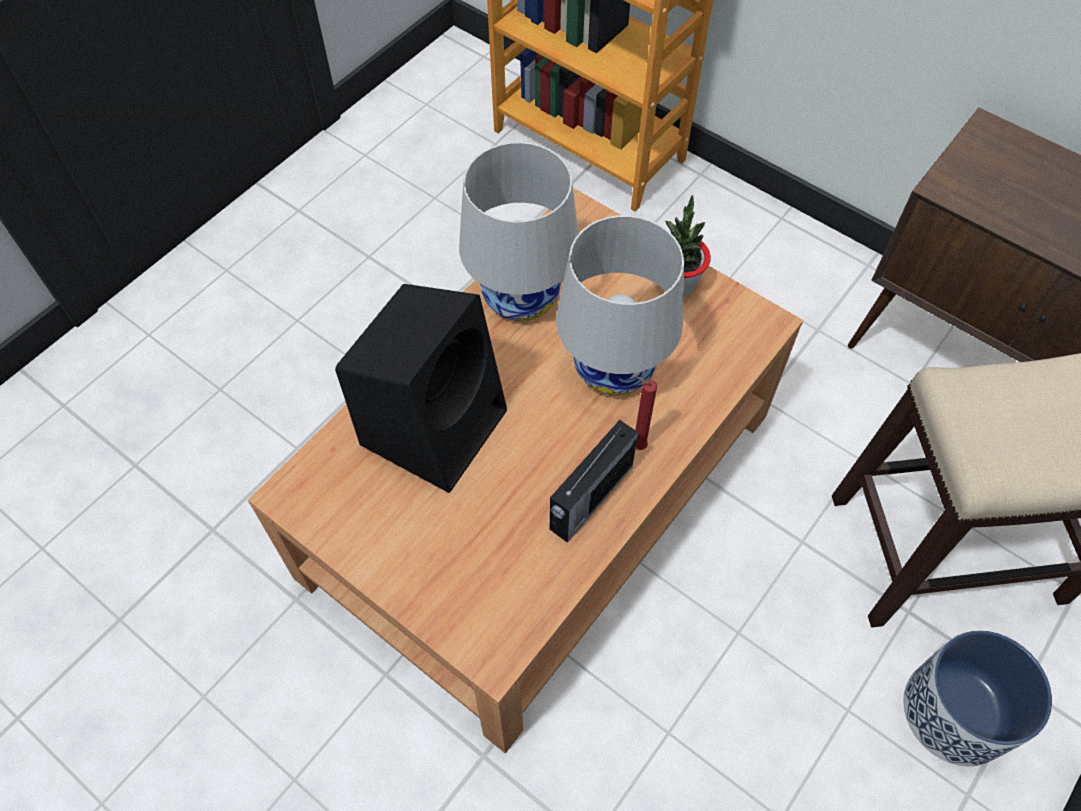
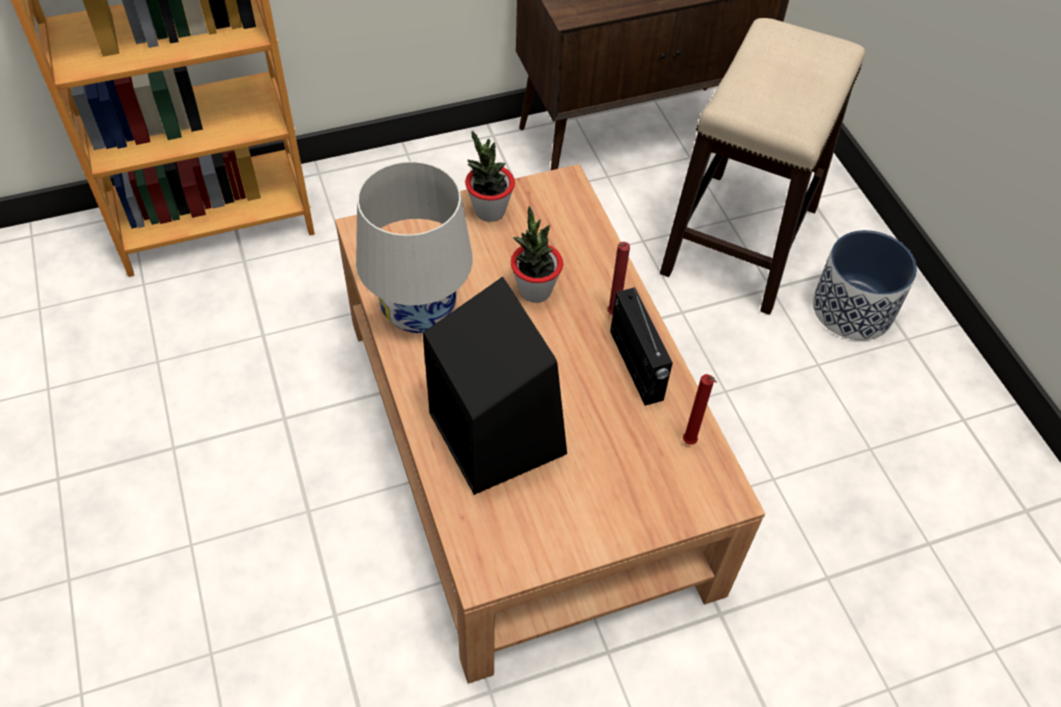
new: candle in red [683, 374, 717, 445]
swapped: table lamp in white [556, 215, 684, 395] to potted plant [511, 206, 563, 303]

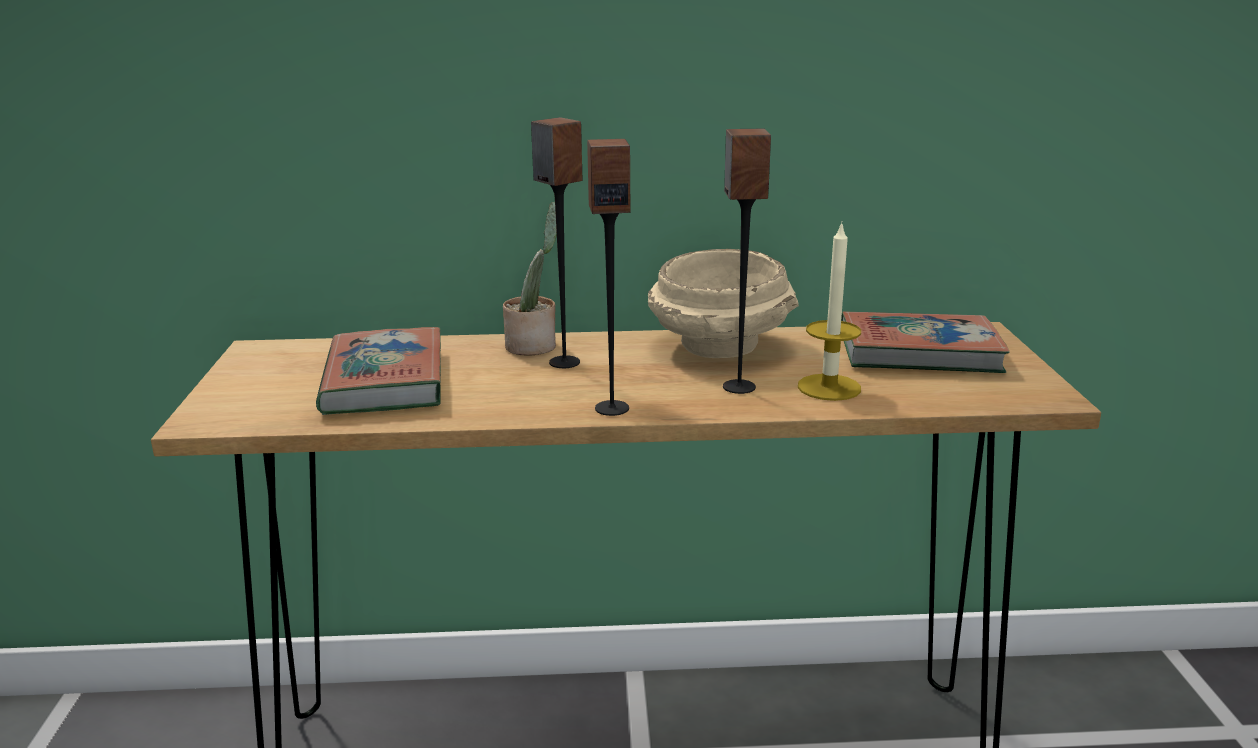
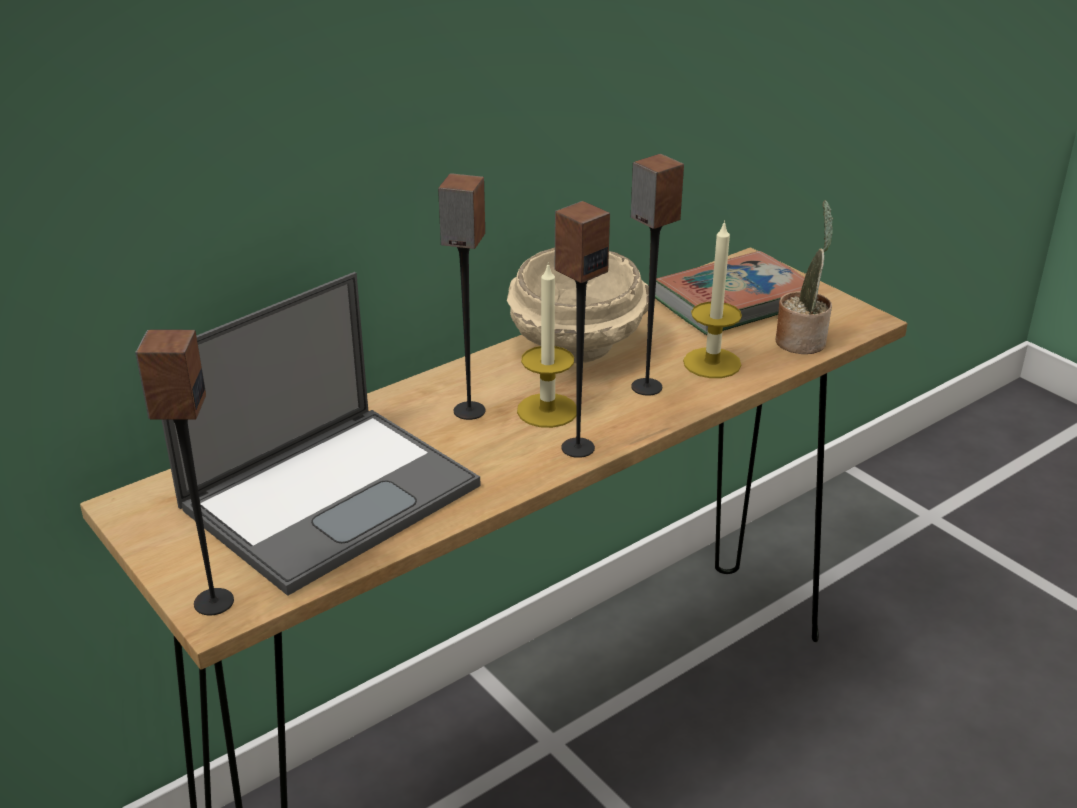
new: speaker [135, 330, 234, 615]; candle [517, 262, 577, 428]
shifted: potted plant [503, 202, 557, 355] to [776, 200, 833, 354]
swapped: book [316, 327, 441, 415] to laptop [161, 272, 481, 596]

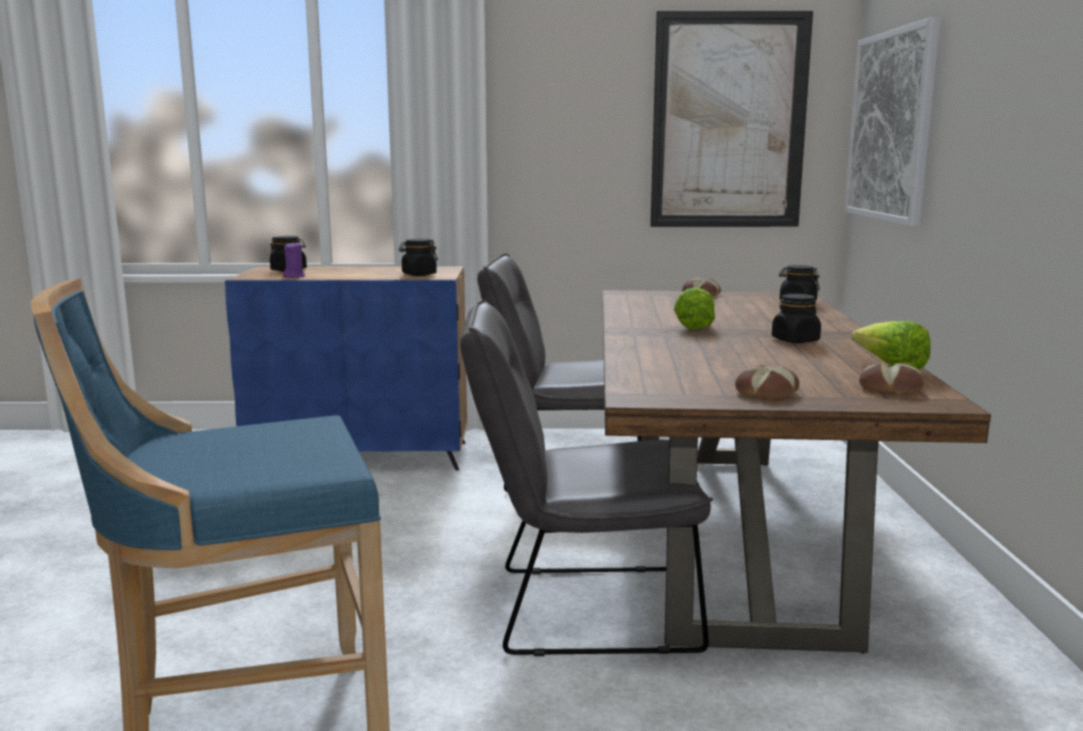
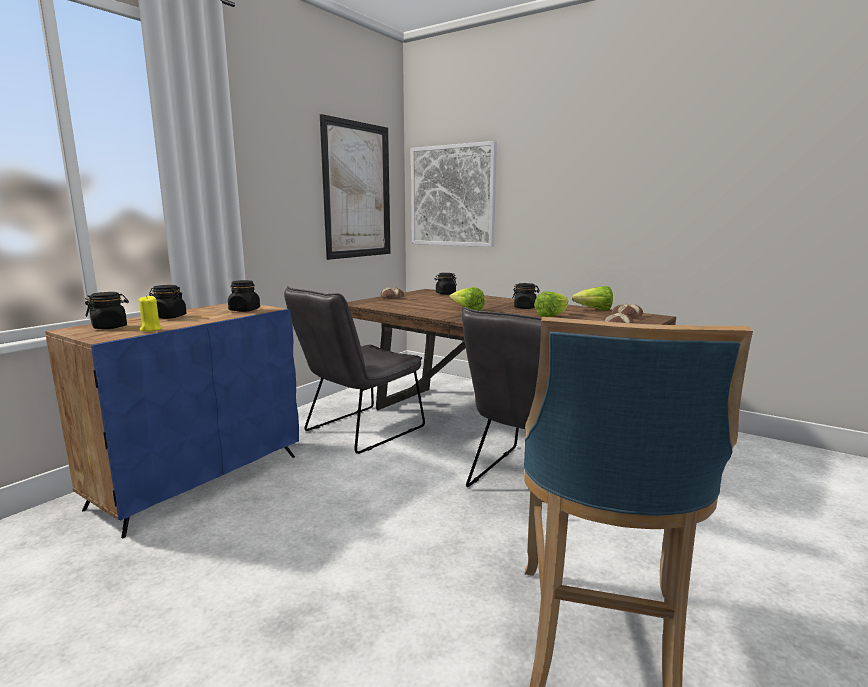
new: jar in black [149, 285, 187, 319]; lettuce [534, 291, 568, 317]
repainted: candle in purple [283, 241, 305, 278] to candle in yellow [139, 295, 162, 331]

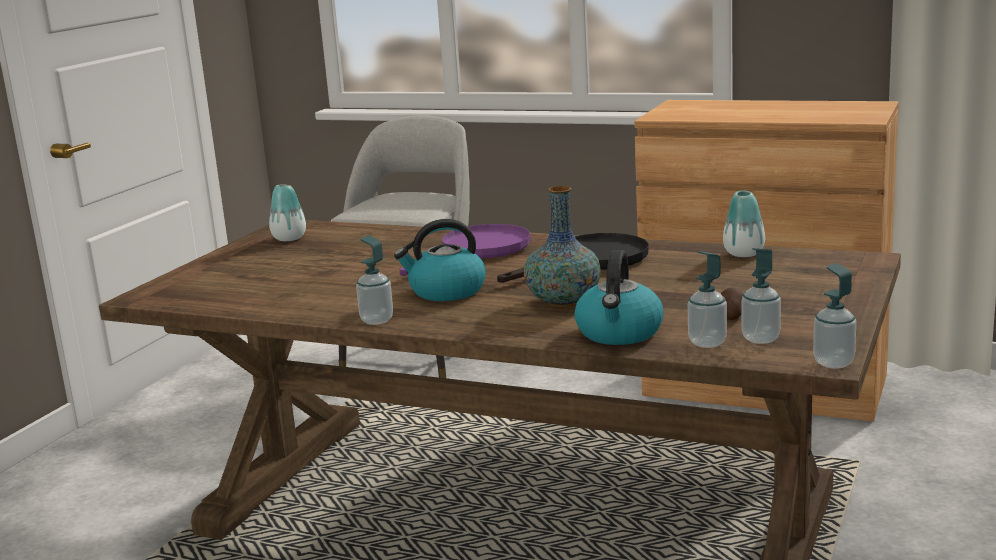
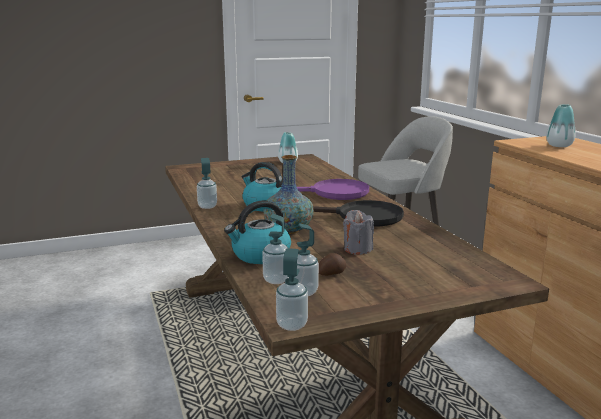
new: candle in grey [343, 210, 374, 255]
shifted: vase [723, 190, 765, 257] to [546, 104, 576, 147]

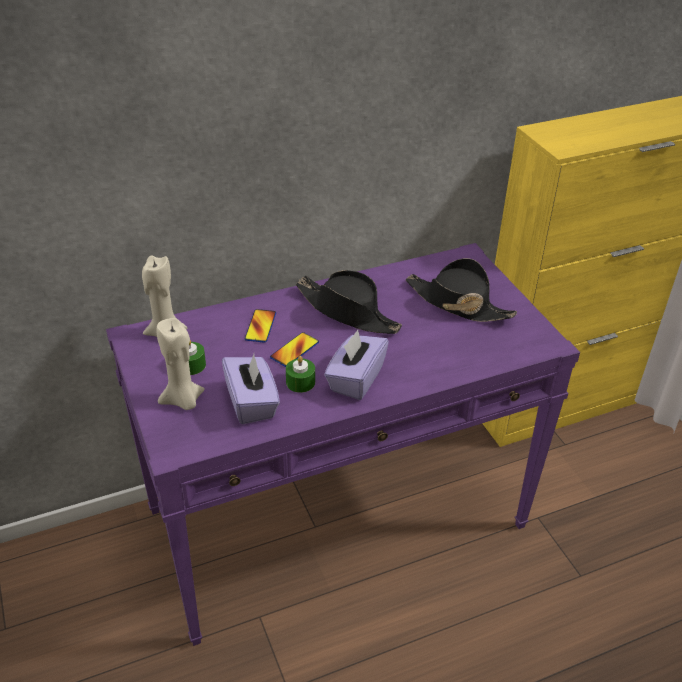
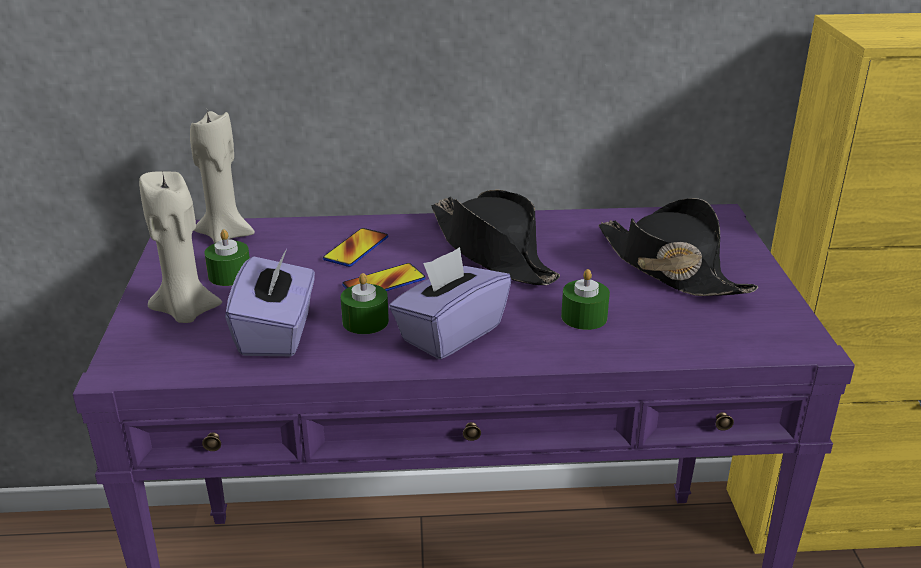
new: candle in green [561, 269, 610, 330]

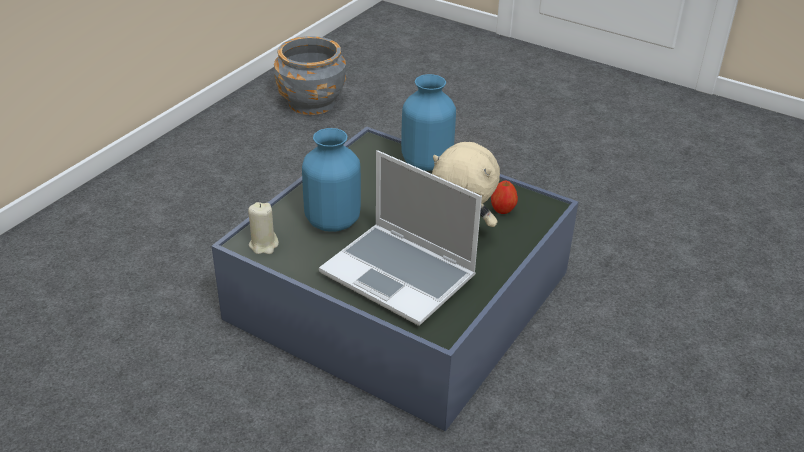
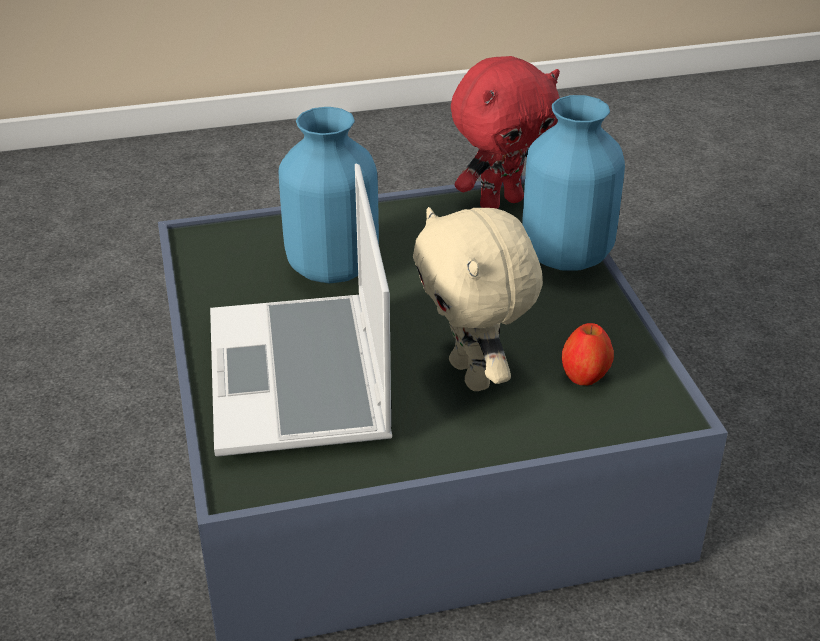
gone: candle in beige [248, 202, 279, 254]; planter in grey [274, 36, 347, 115]
new: plush toy in red [451, 56, 560, 209]

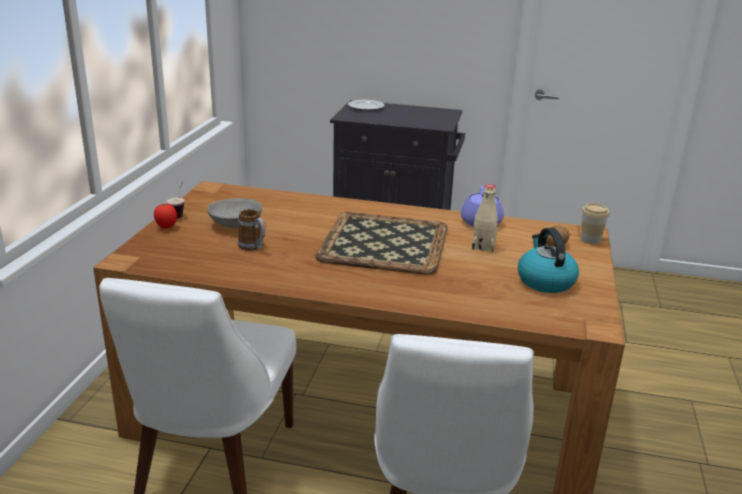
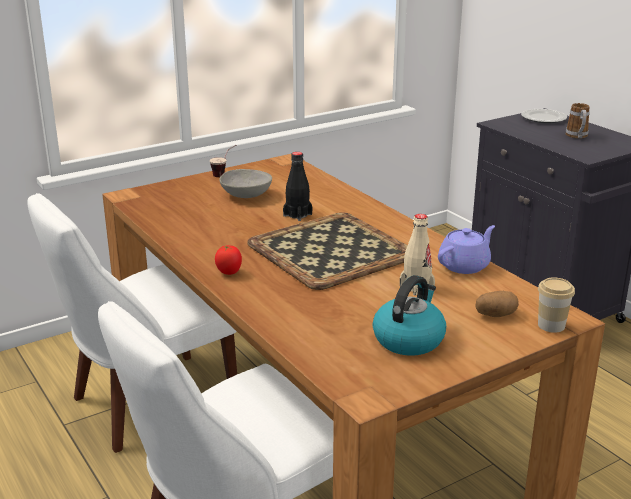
new: bottle in black [283, 152, 313, 221]
shifted: tomato [154, 204, 177, 229] to [215, 245, 242, 275]; mug [238, 209, 265, 251] to [566, 103, 590, 139]

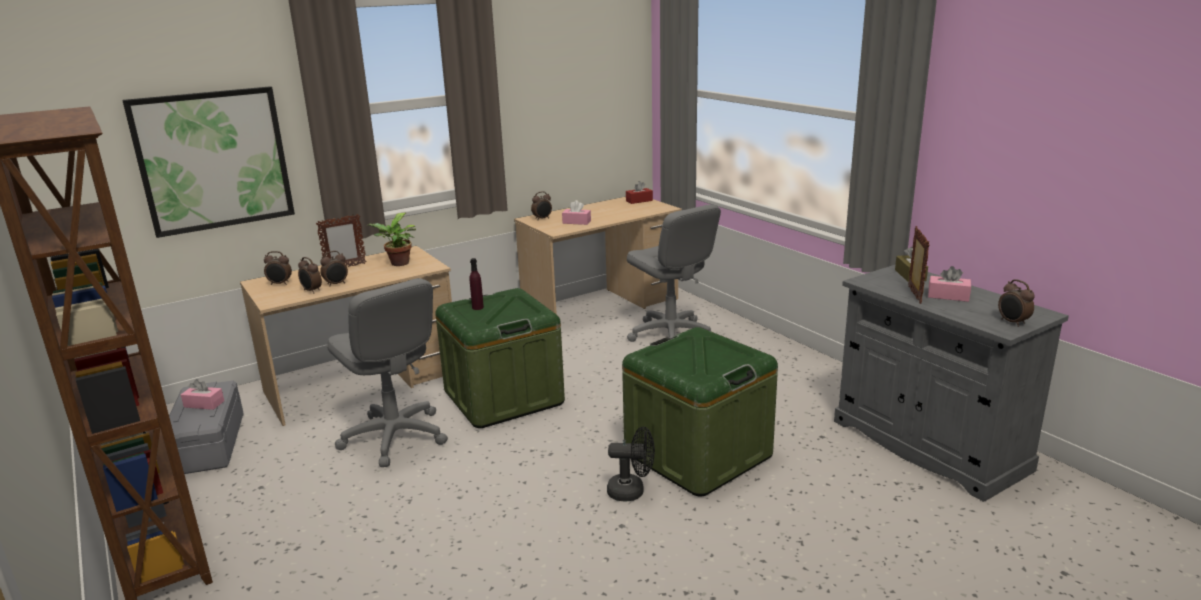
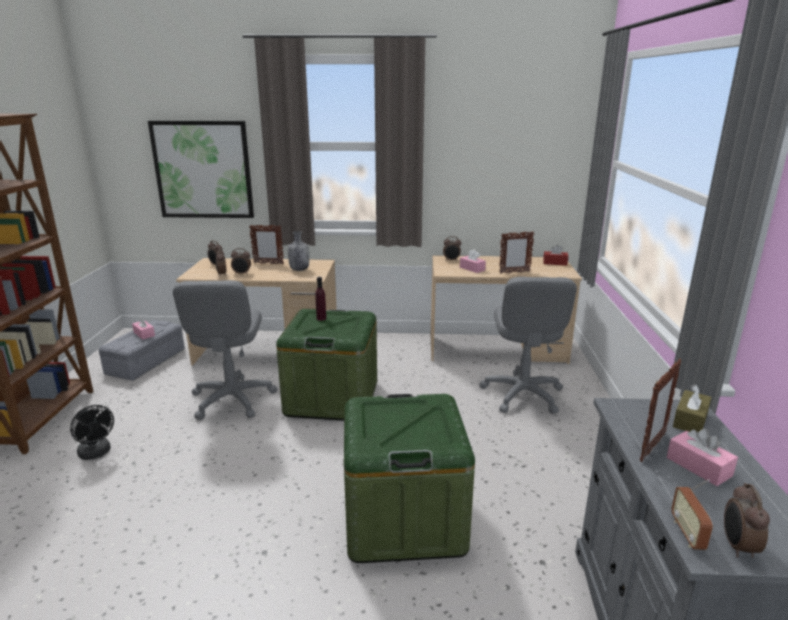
new: picture frame [499, 231, 534, 274]; radio [671, 479, 713, 550]
shifted: fan in black [607, 427, 655, 501] to [70, 405, 114, 460]
swapped: potted plant [366, 213, 416, 266] to bottle in grey [288, 231, 309, 271]

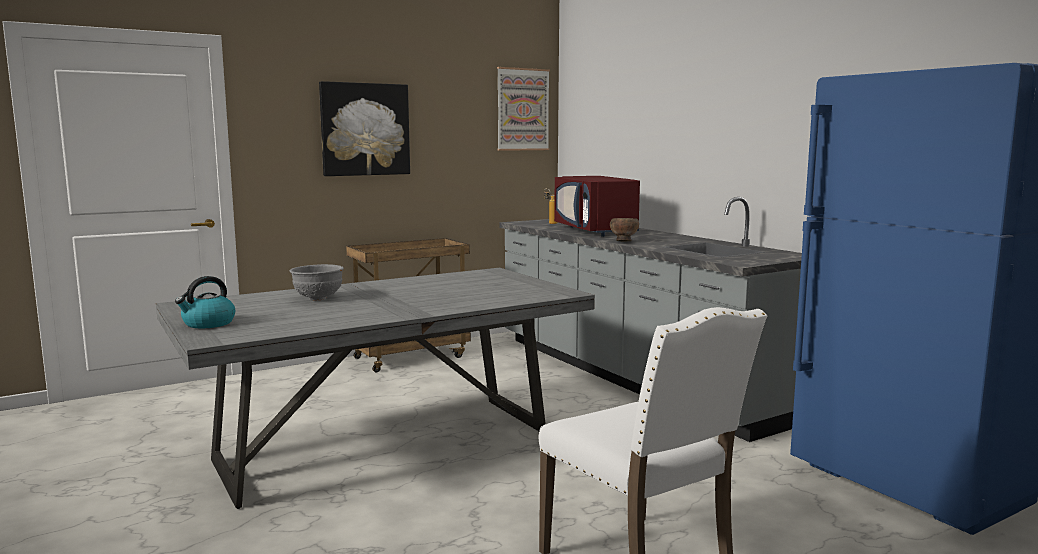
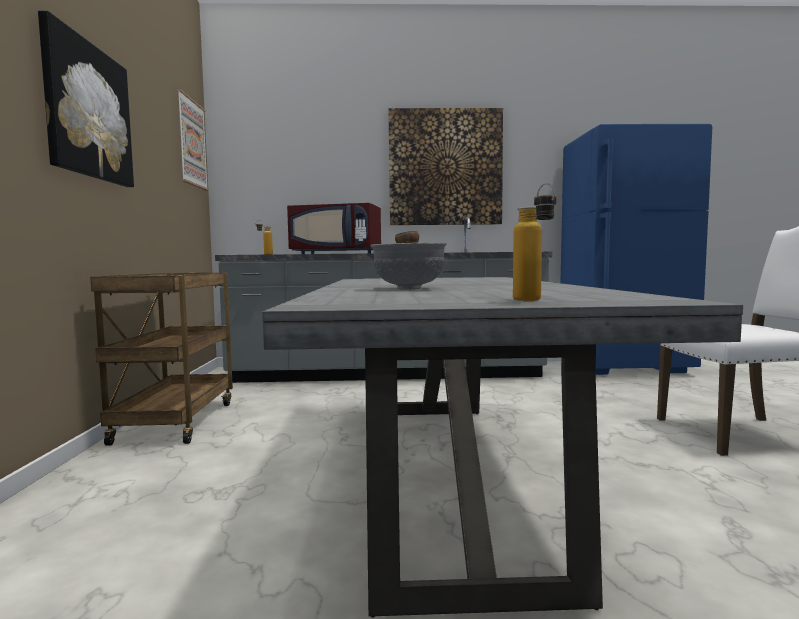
new: picture [388, 108, 503, 225]
swapped: kettle [175, 276, 235, 328] to bottle [513, 183, 556, 301]

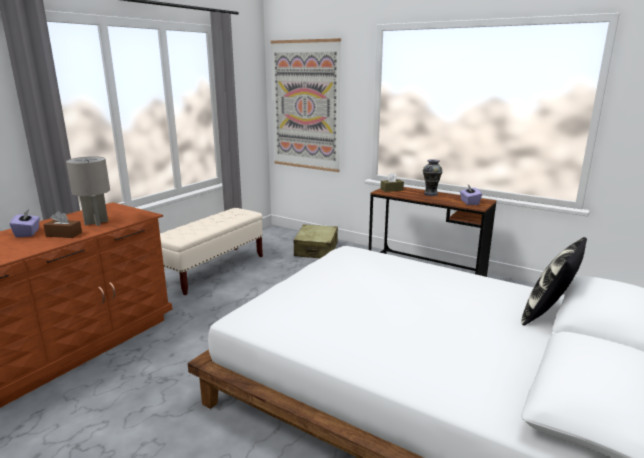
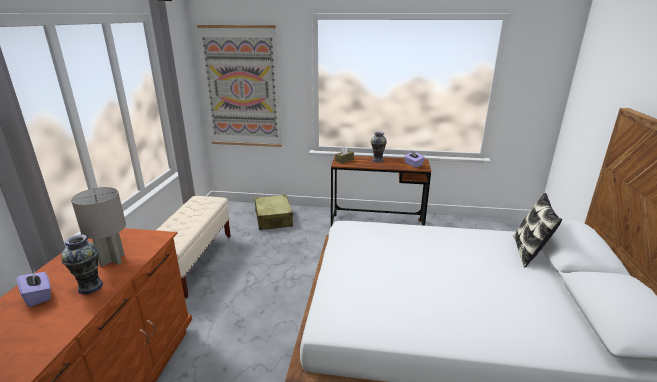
swapped: tissue box in brown [43, 211, 82, 238] to vase [61, 235, 103, 294]

